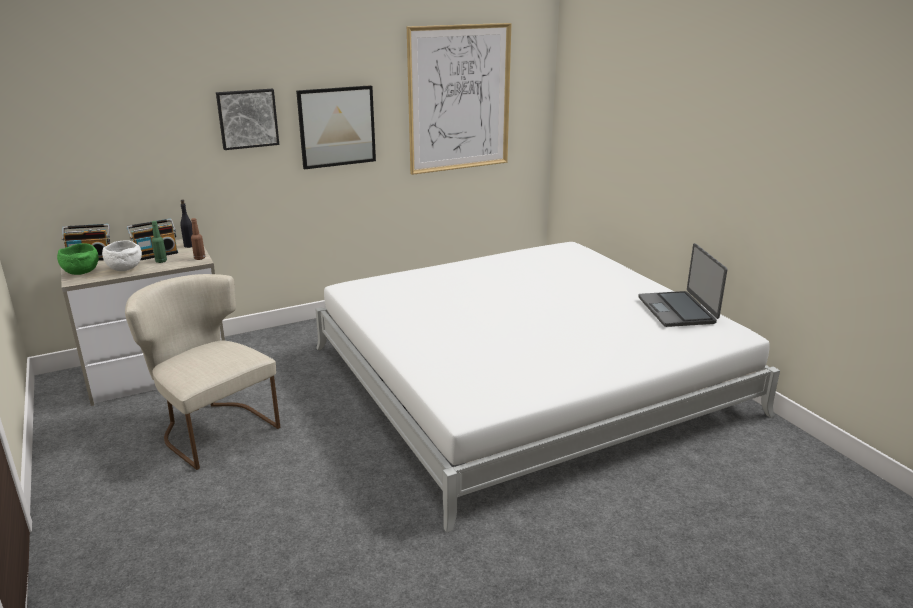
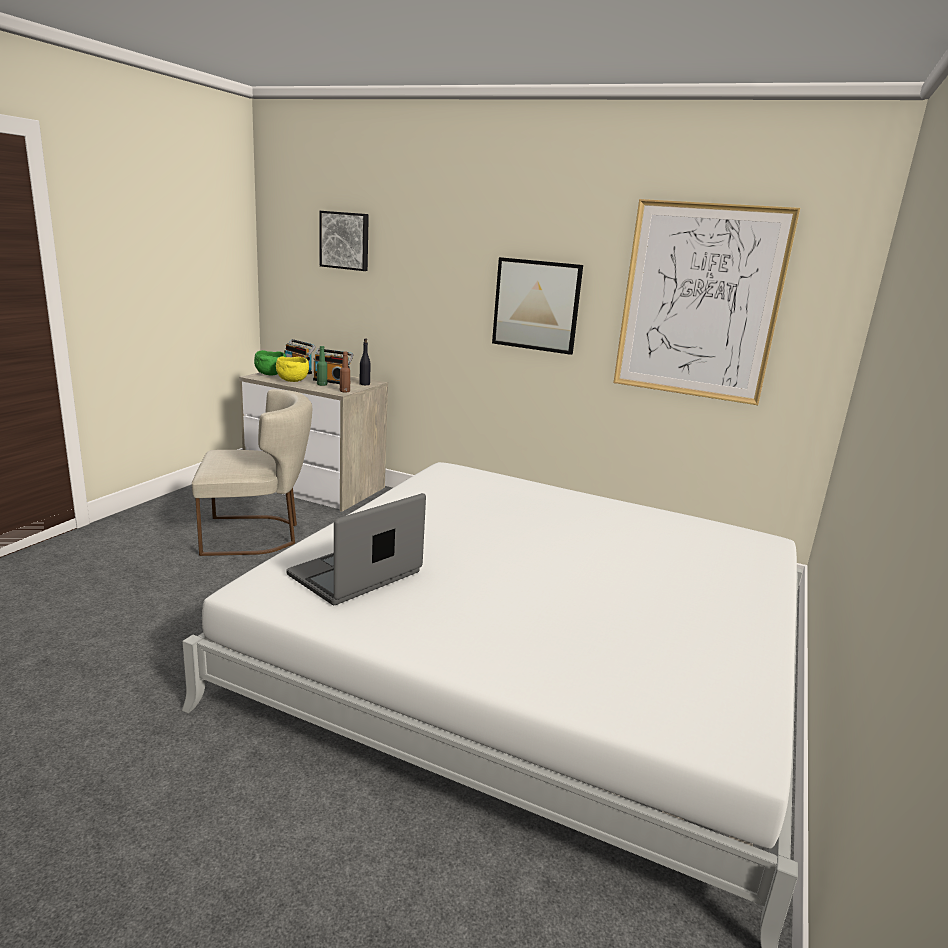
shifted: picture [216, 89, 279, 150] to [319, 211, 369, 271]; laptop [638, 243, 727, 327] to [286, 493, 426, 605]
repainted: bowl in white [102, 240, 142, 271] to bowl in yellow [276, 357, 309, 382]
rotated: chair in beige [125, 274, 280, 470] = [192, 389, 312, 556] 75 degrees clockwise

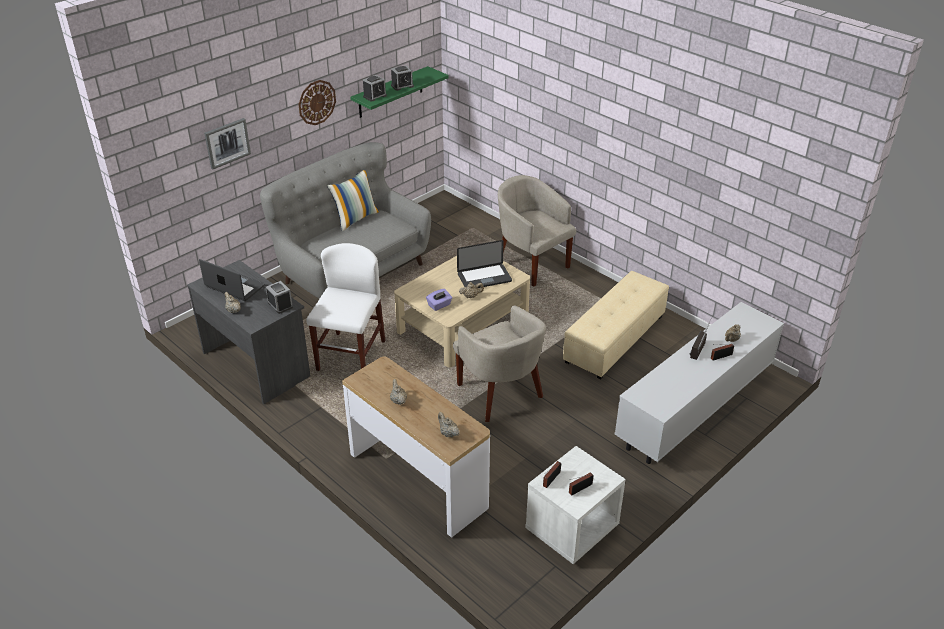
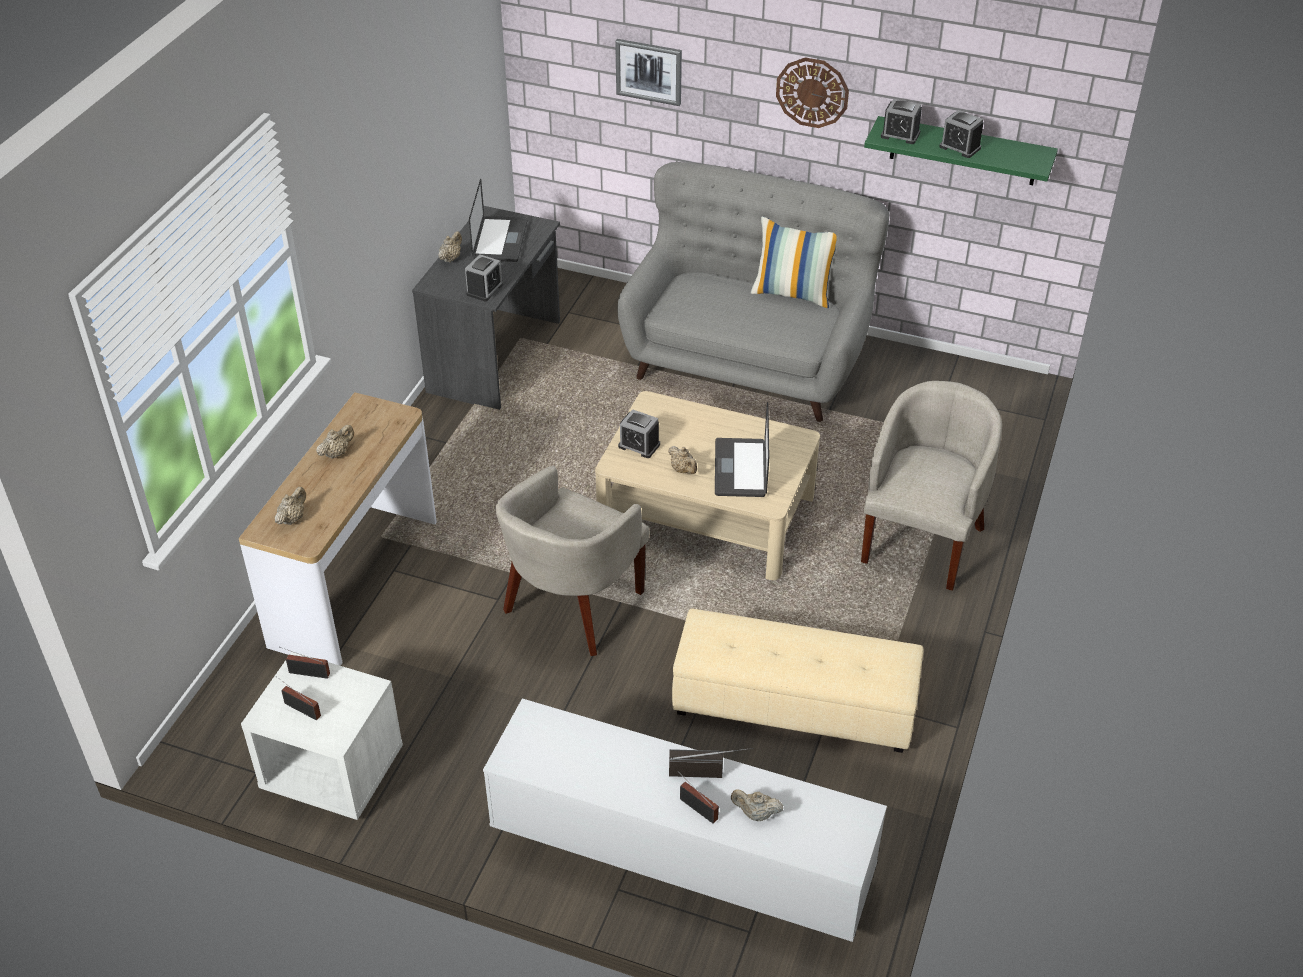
gone: chair in white [306, 243, 385, 371]
swapped: tissue box in purple [426, 289, 452, 311] to alarm clock [618, 409, 660, 458]
rotated: laptop [457, 240, 512, 288] = [715, 402, 770, 497] 45 degrees clockwise

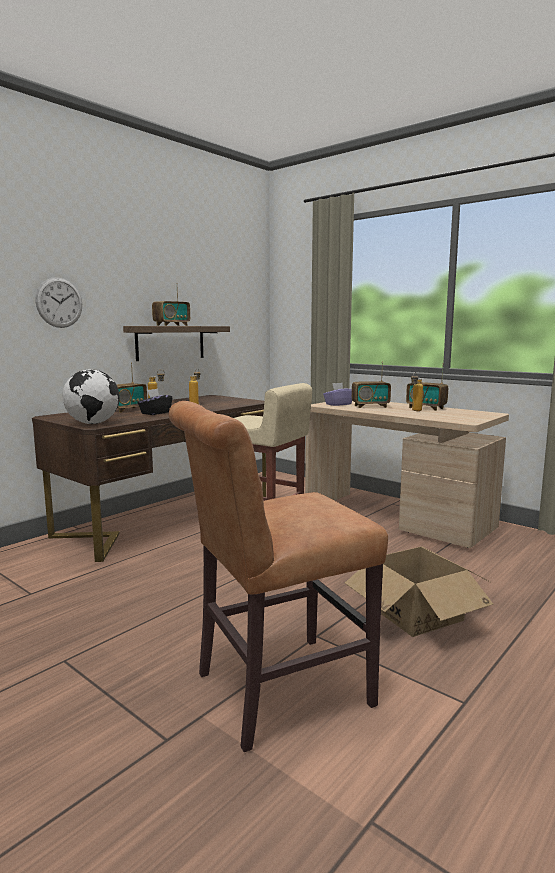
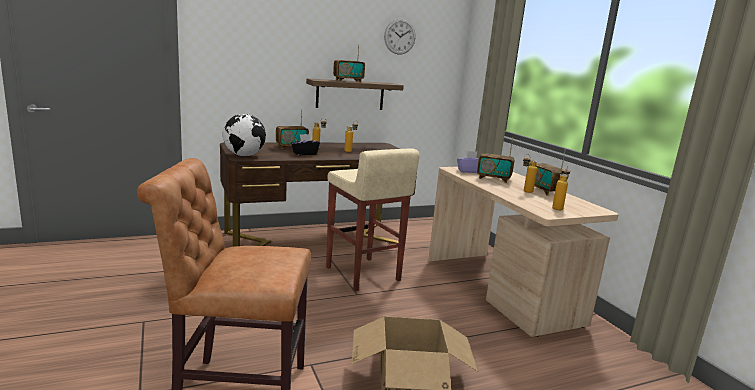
new: bottle [552, 166, 570, 210]
shifted: wall clock [35, 277, 82, 328] to [384, 19, 415, 55]

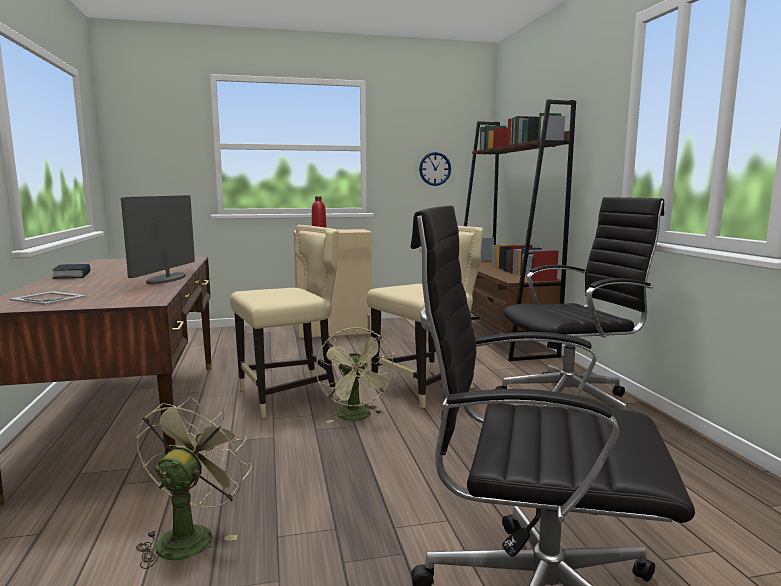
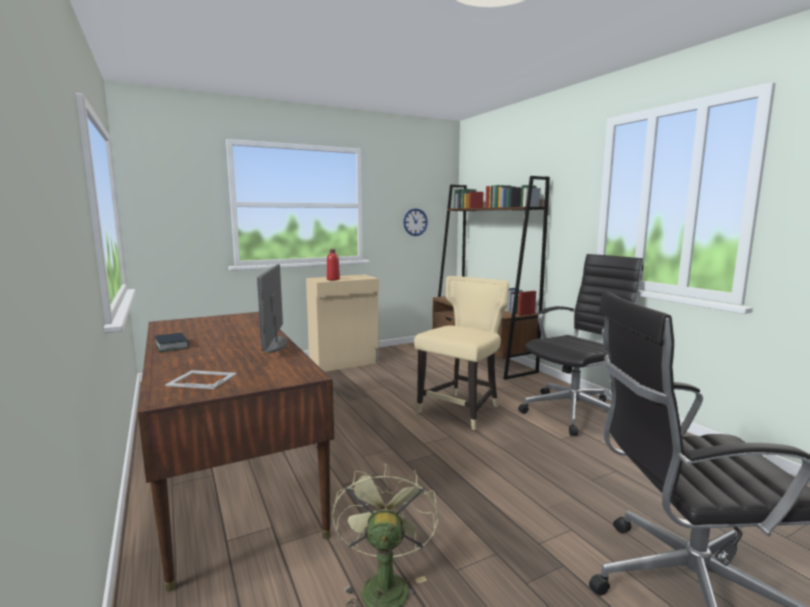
gone: chair in beige [230, 225, 339, 418]; fan in green [316, 327, 395, 423]

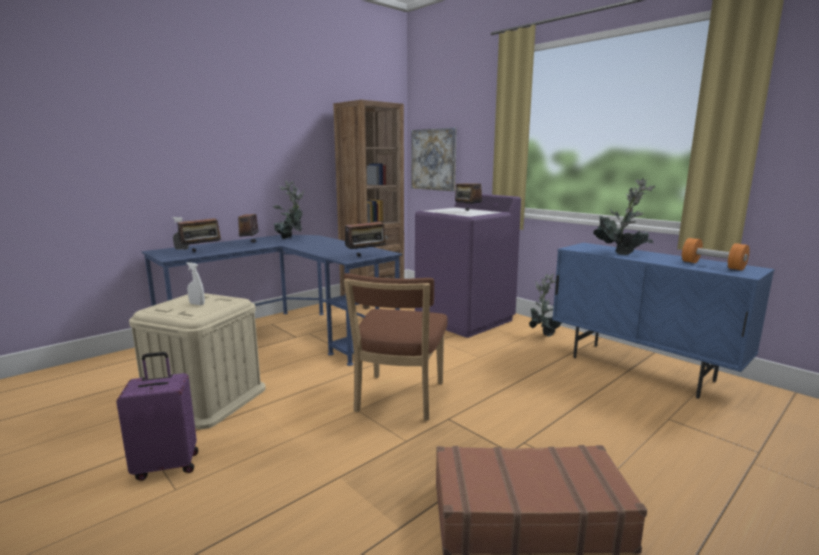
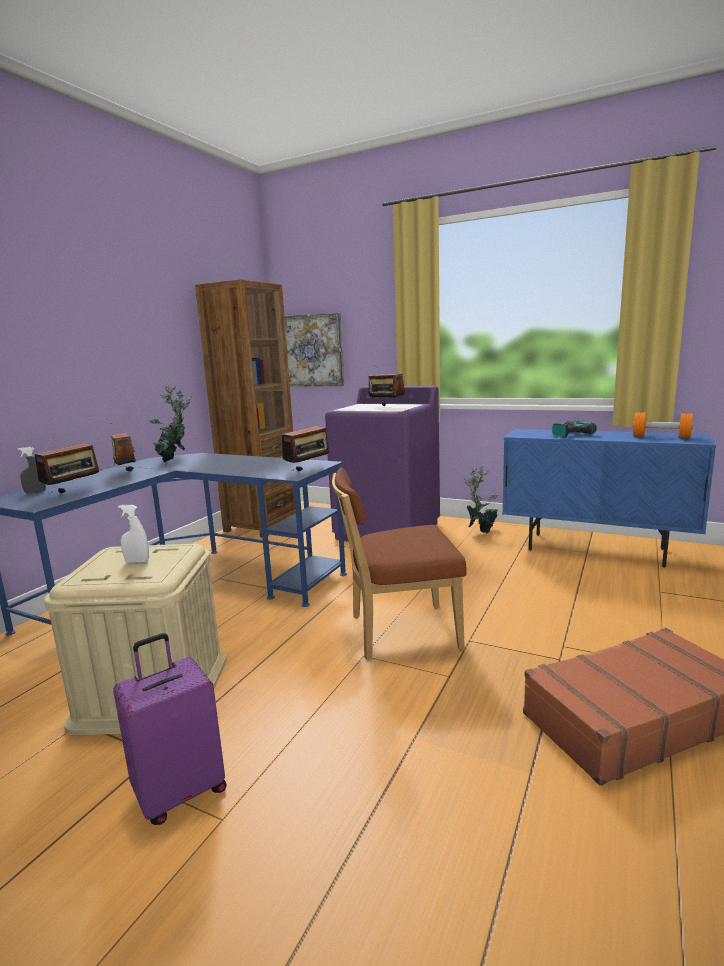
swapped: potted plant [593, 178, 655, 255] to power drill [552, 421, 597, 438]
rotated: chair in brown [344, 273, 448, 421] = [332, 467, 467, 660] 90 degrees clockwise

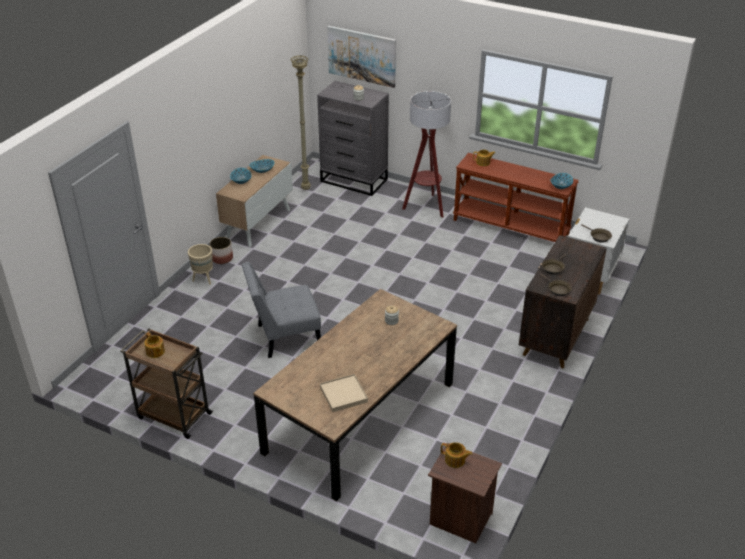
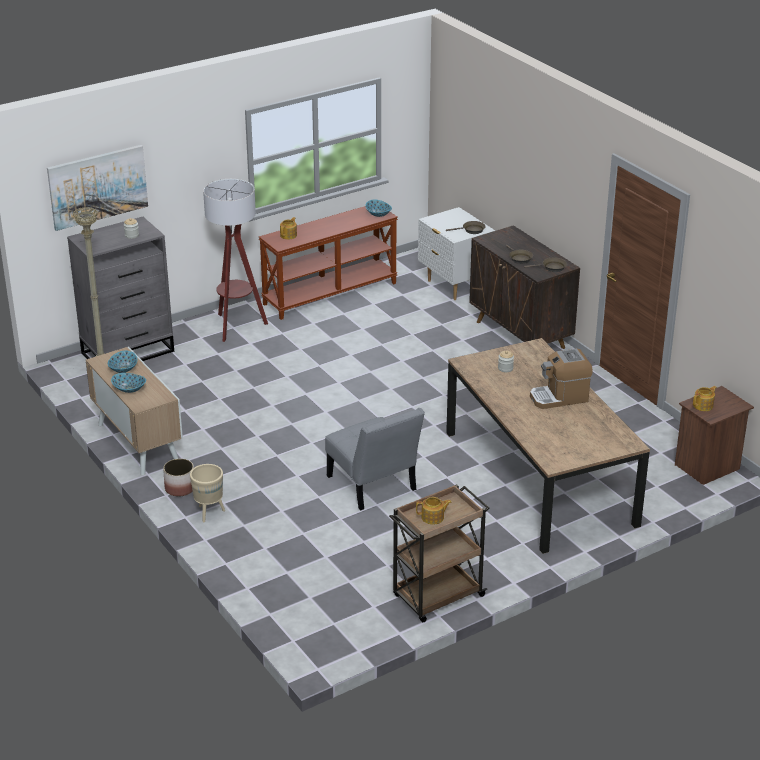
gone: tray in beige [320, 374, 368, 412]
new: coffee machine [530, 348, 593, 409]
rotated: chair in grey [242, 262, 321, 358] = [325, 408, 425, 510] 45 degrees counterclockwise

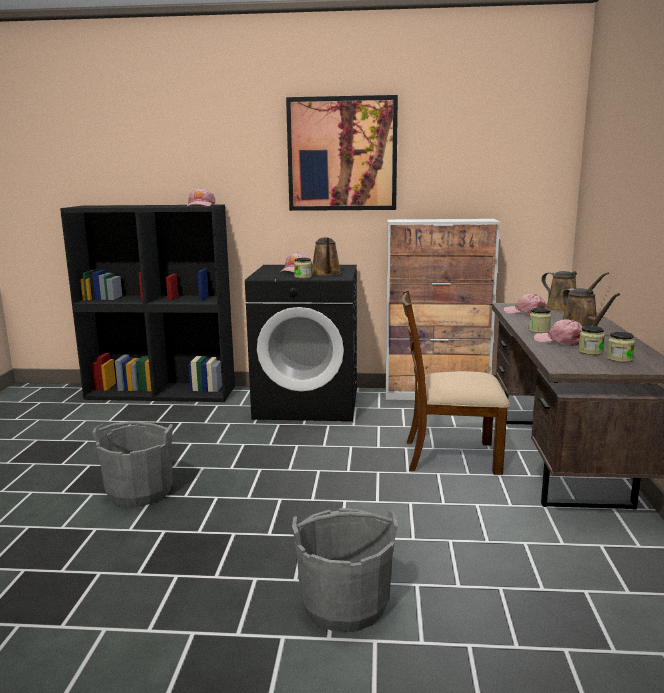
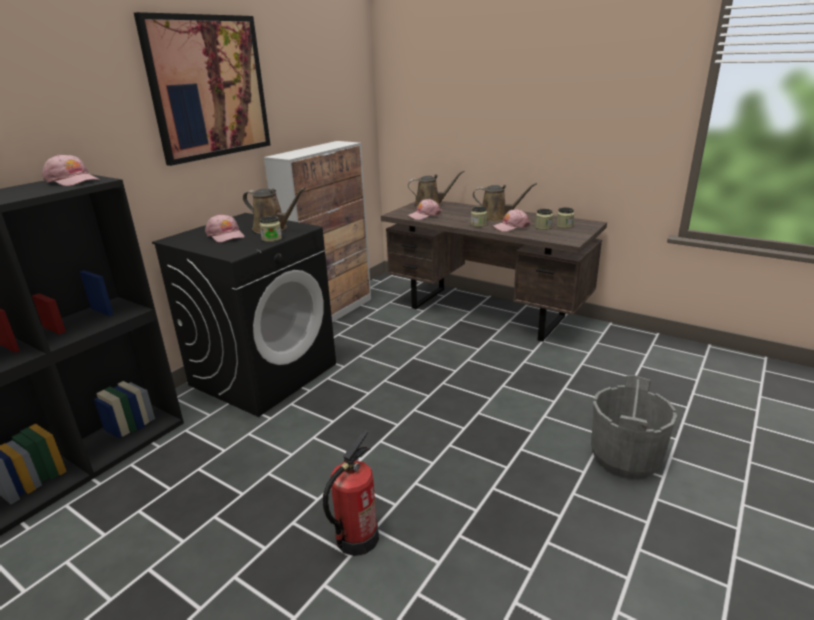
gone: chair in brown [402, 290, 510, 475]
swapped: bucket in grey [93, 421, 173, 507] to fire extinguisher [323, 430, 379, 556]

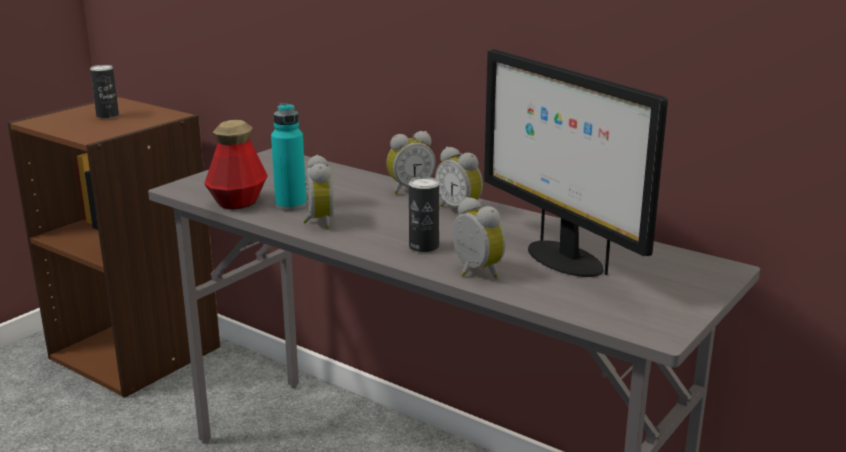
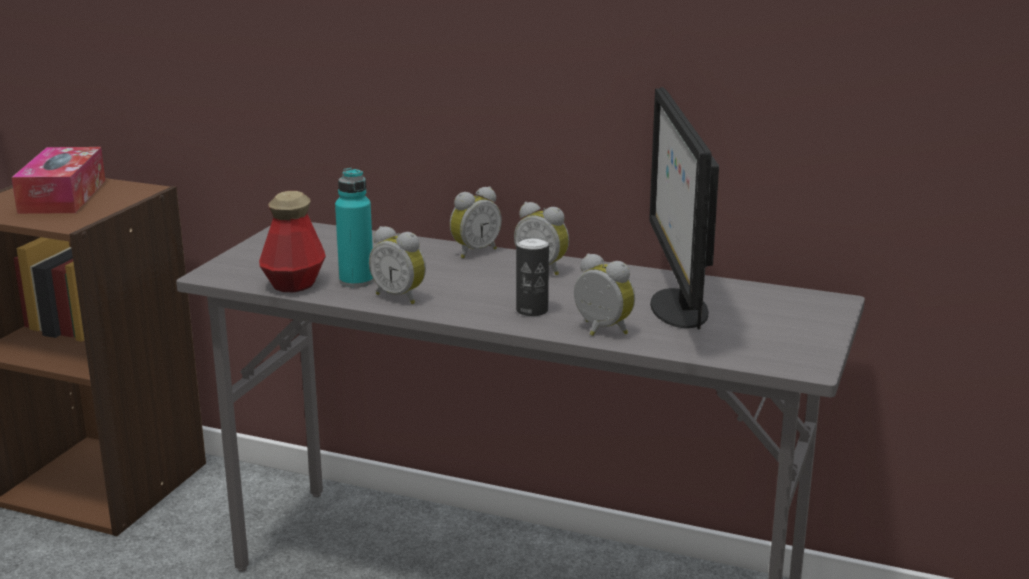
swapped: can [90, 65, 119, 119] to tissue box [11, 147, 106, 214]
rotated: alarm clock [303, 155, 334, 229] = [369, 226, 426, 304] 150 degrees clockwise; monitor [484, 49, 668, 277] = [649, 87, 719, 329] 45 degrees clockwise

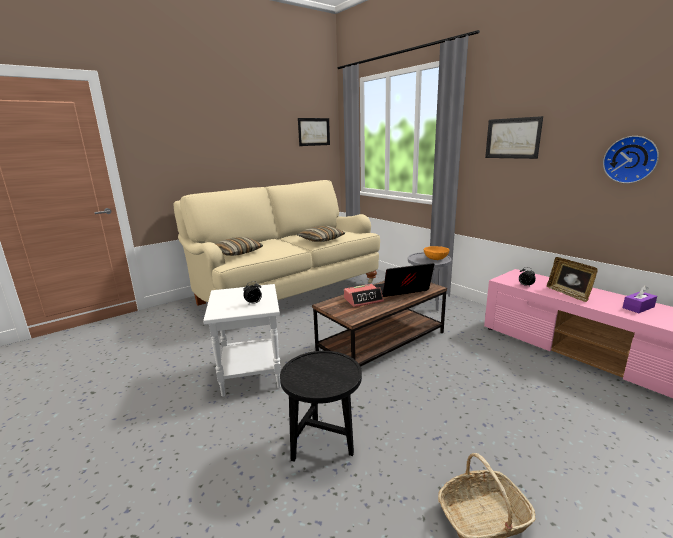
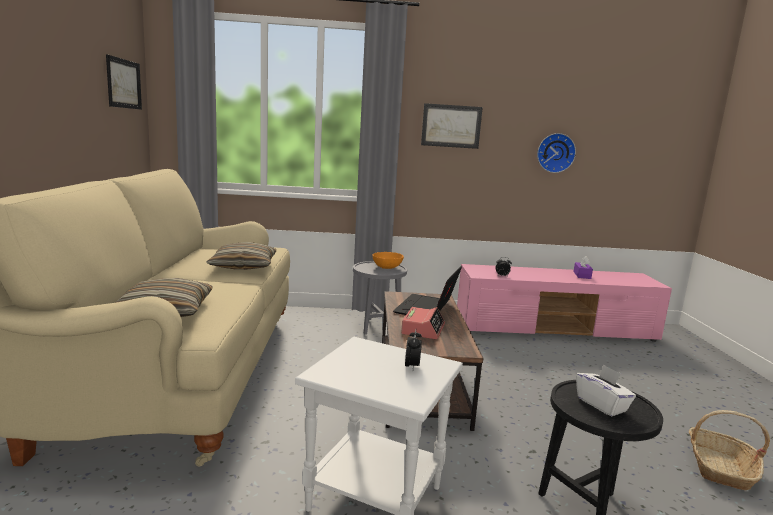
gone: picture frame [547, 257, 597, 302]
new: tissue box in white [576, 364, 636, 417]

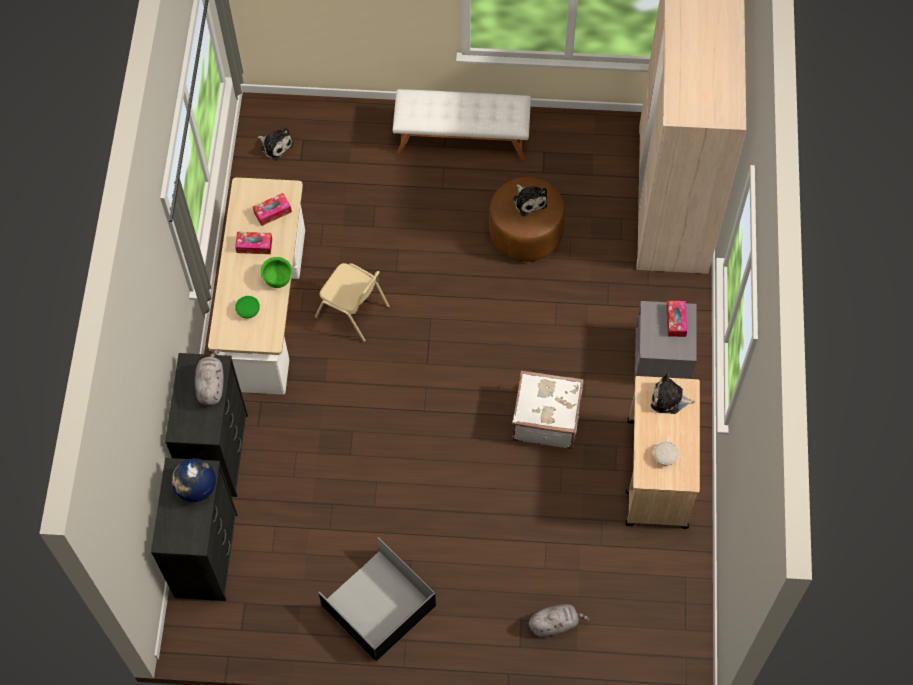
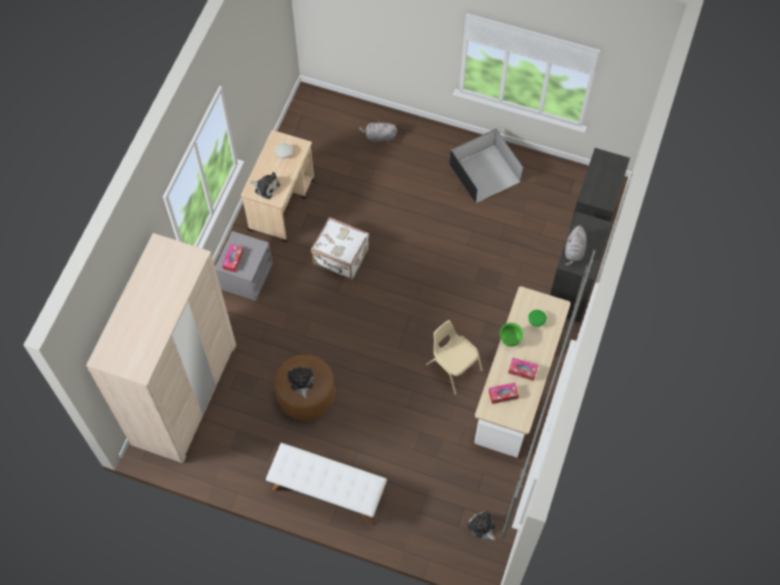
gone: globe [172, 458, 216, 502]

